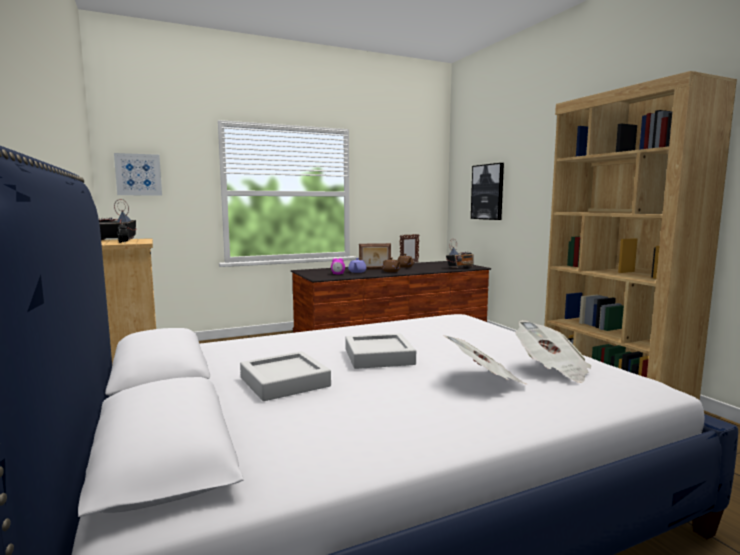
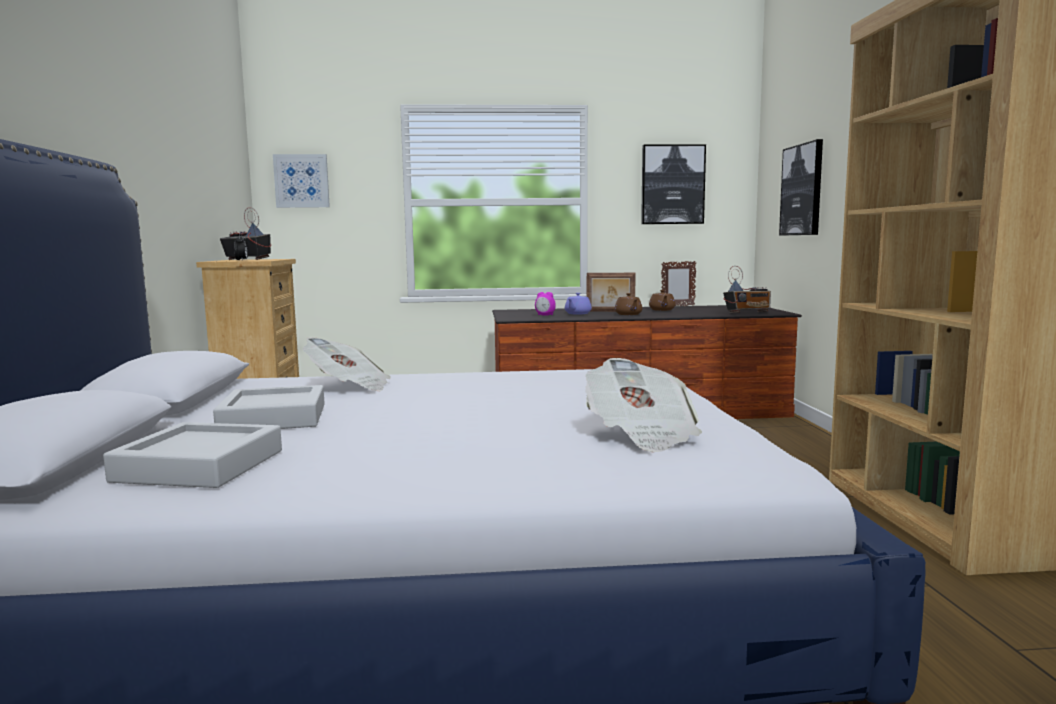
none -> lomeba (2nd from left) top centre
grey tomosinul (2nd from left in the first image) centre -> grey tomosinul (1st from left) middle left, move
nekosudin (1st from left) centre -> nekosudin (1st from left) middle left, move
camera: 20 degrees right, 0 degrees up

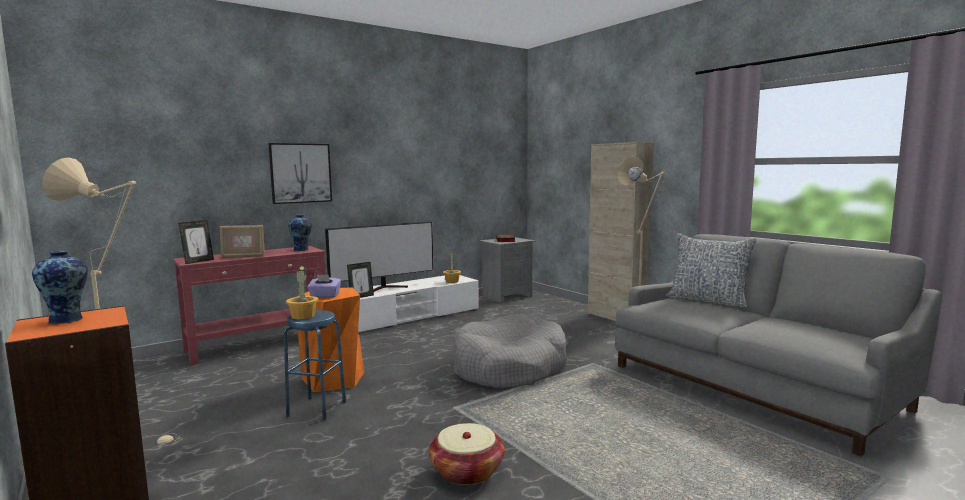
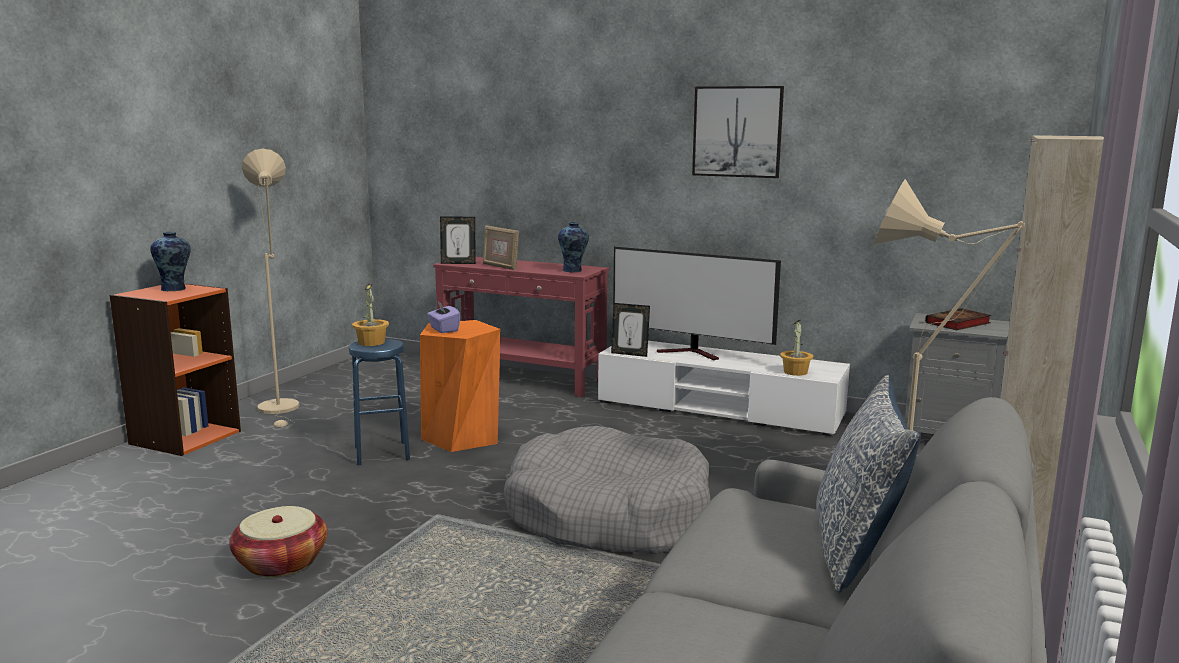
lomeba middle left -> lomeba top centre, move
camera: 60 degrees right, 5 degrees up

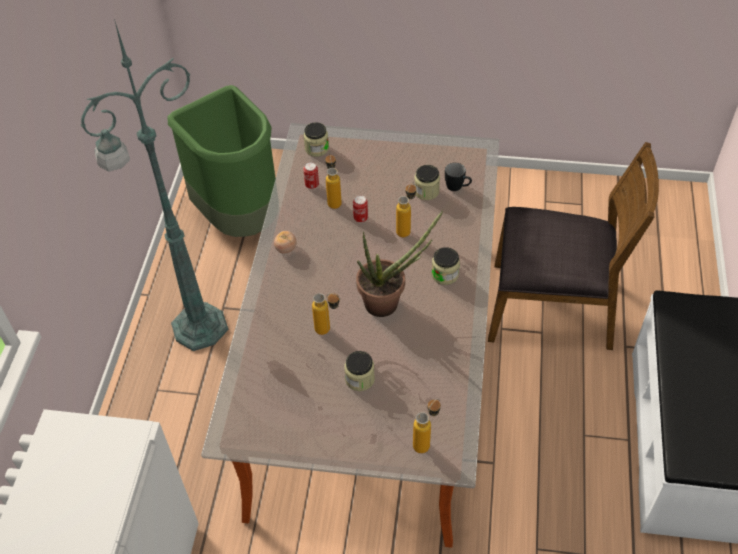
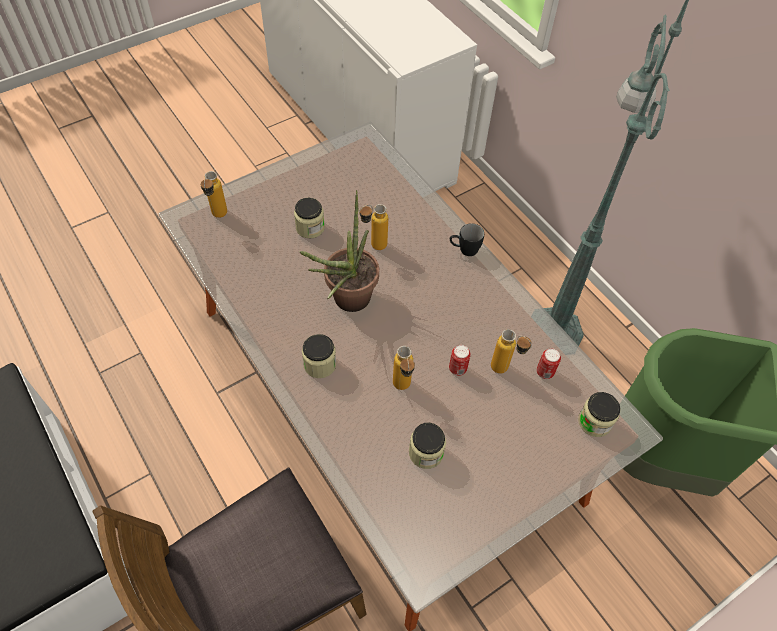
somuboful centre -> none
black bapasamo top centre -> black bapasamo centre, move
camera: 135 degrees right, 5 degrees up

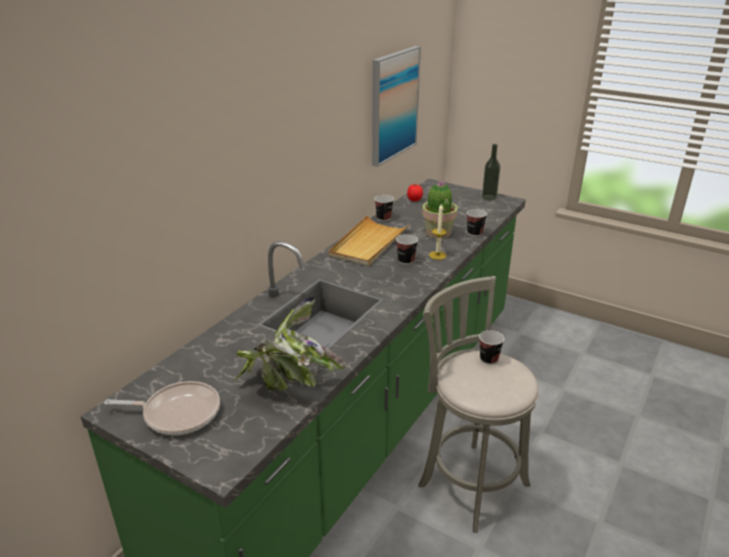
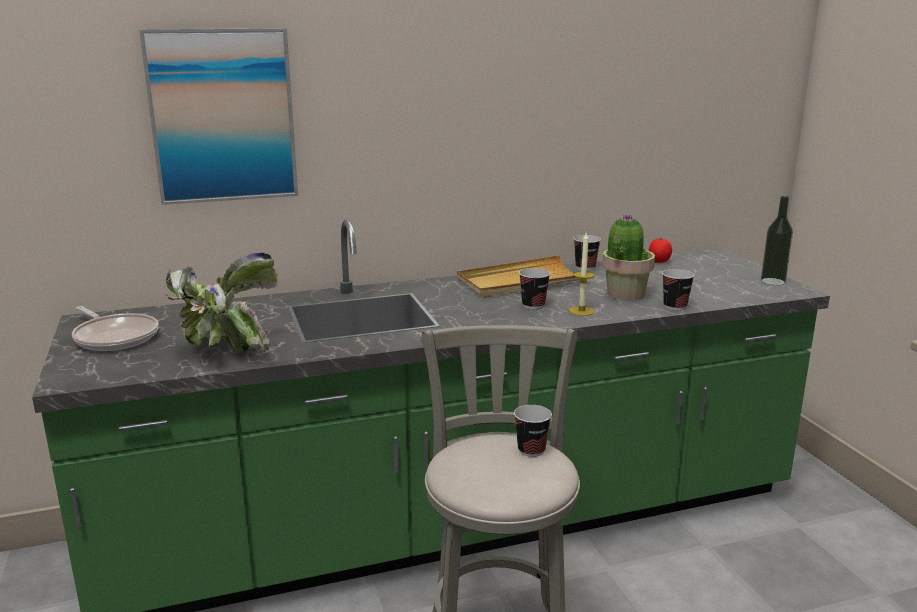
lomeba top centre -> lomeba top left, move
camera: 40 degrees right, 10 degrees down

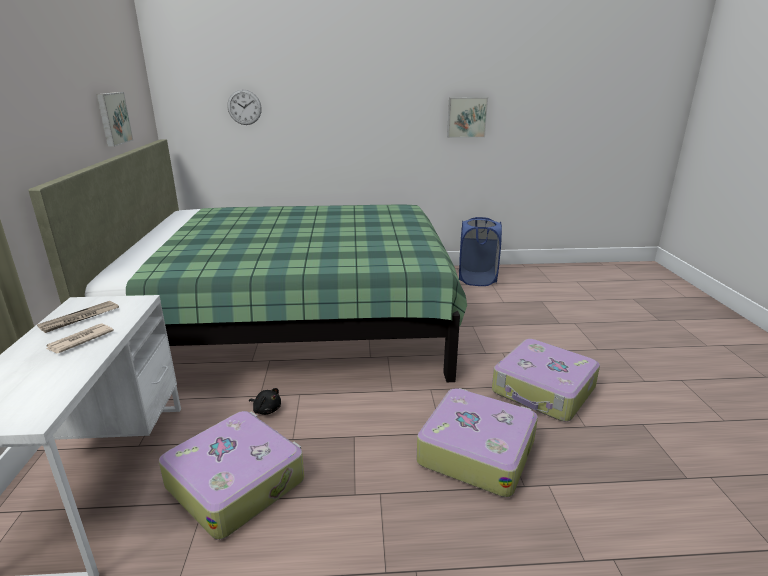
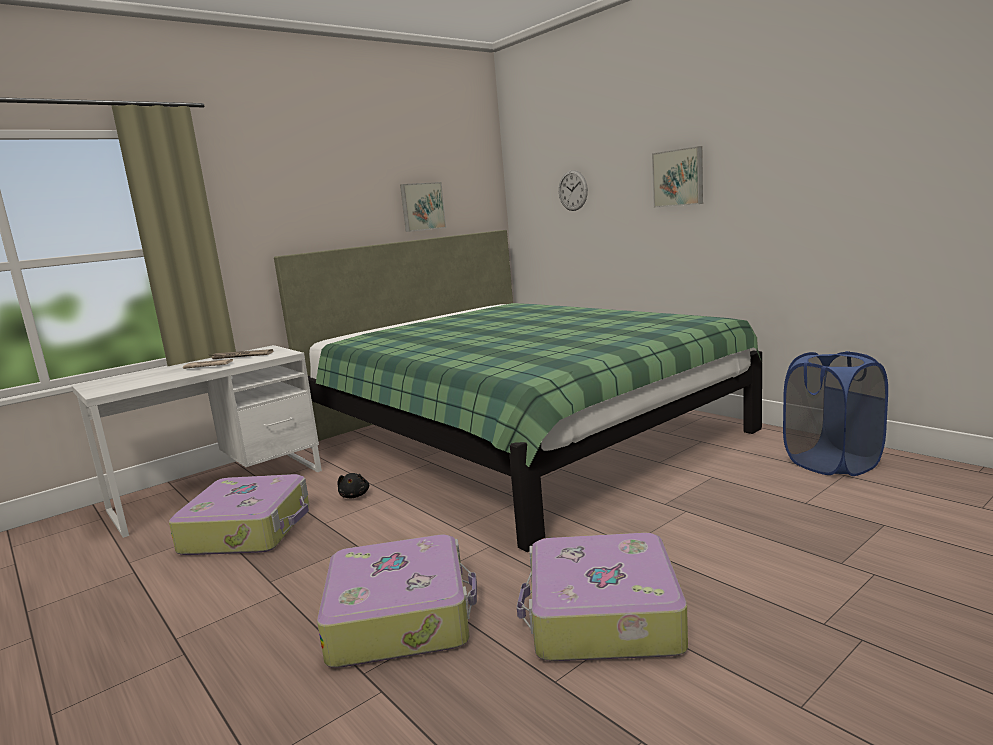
lomeba (2nd from left) top centre -> lomeba (2nd from left) top right, move
camera: 55 degrees right, 10 degrees down

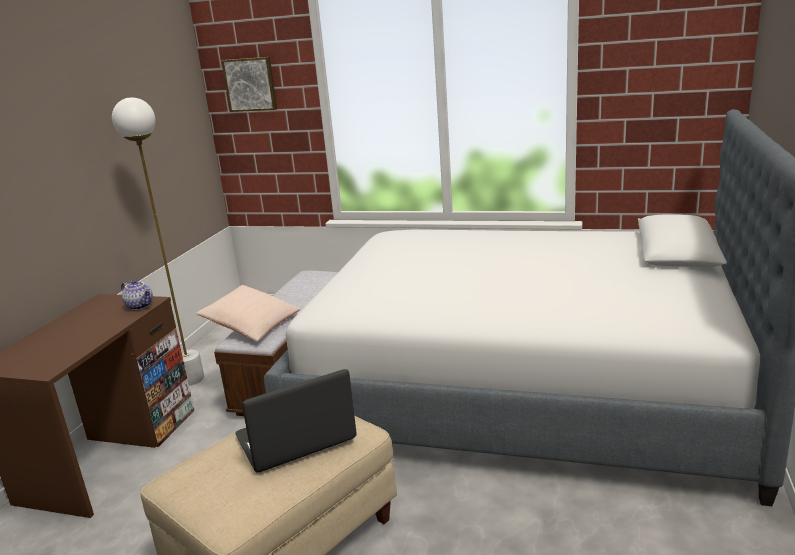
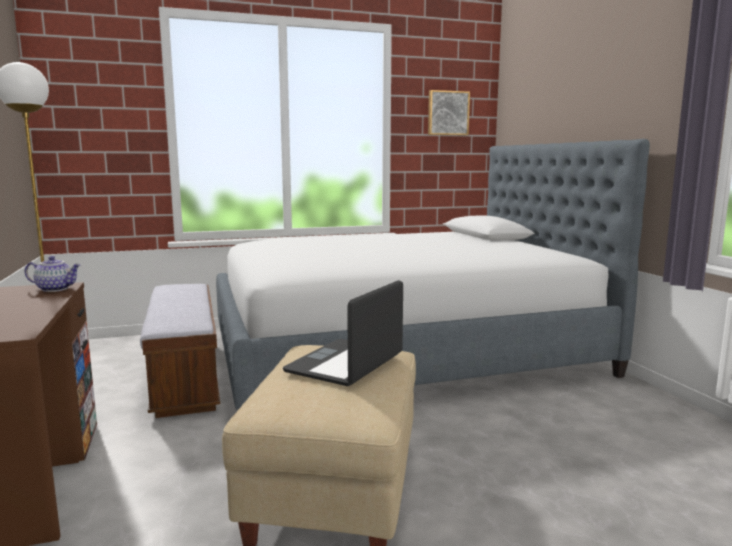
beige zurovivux middle left -> none
lomeba top left -> lomeba top centre, move
camera: 35 degrees left, 10 degrees down

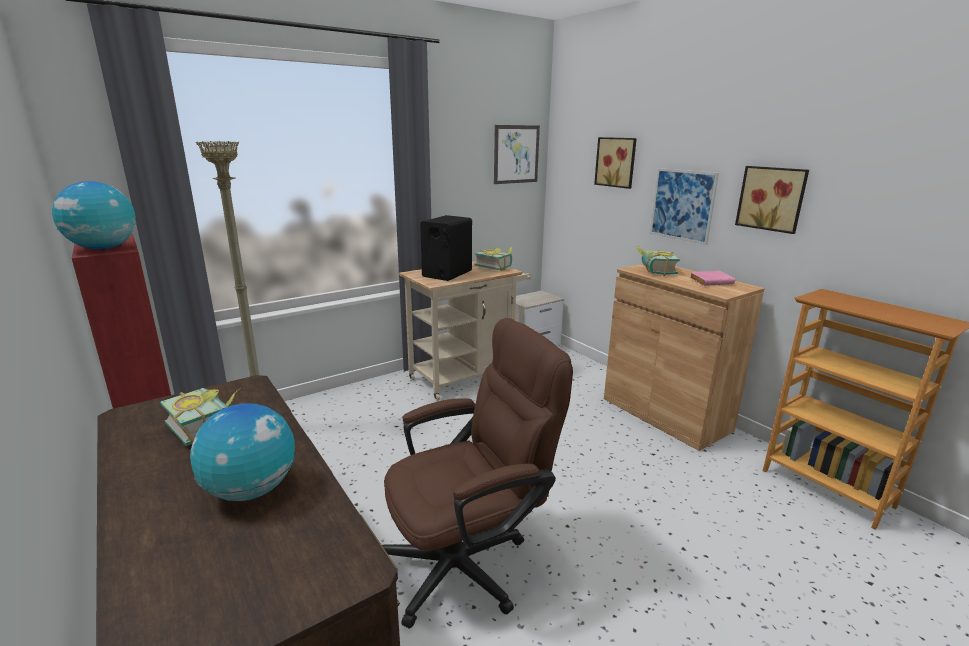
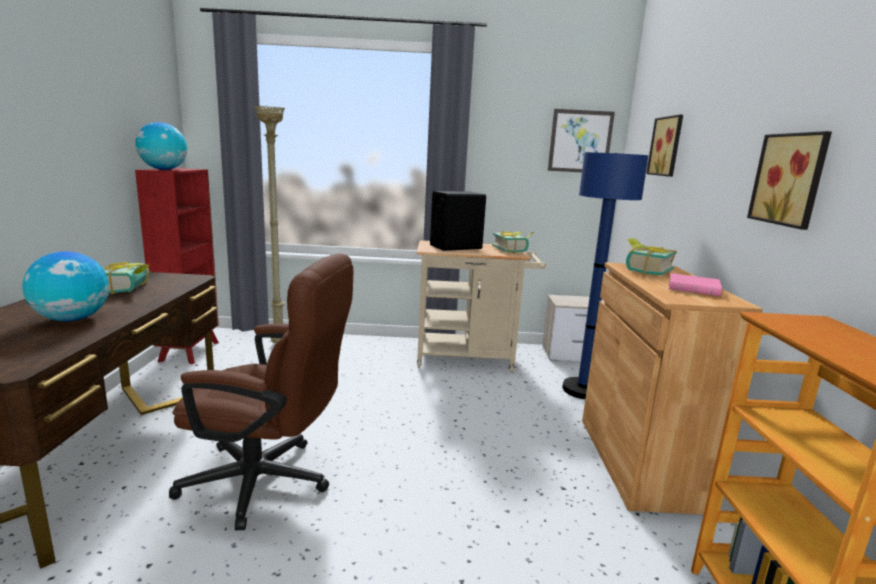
lomeba (3rd from left) top right -> none
none -> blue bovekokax middle right
camera: 35 degrees right, 5 degrees down

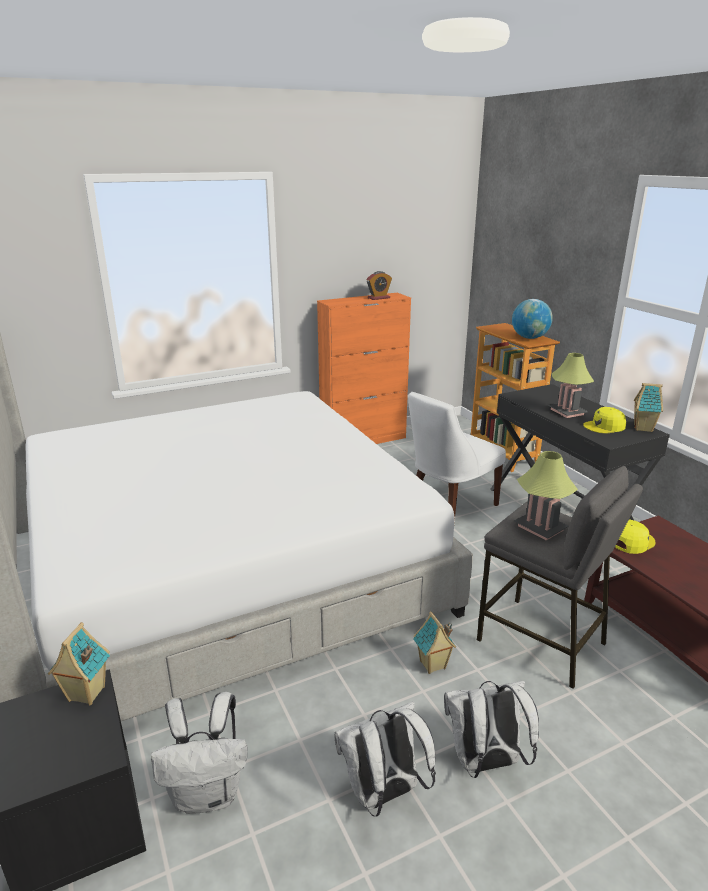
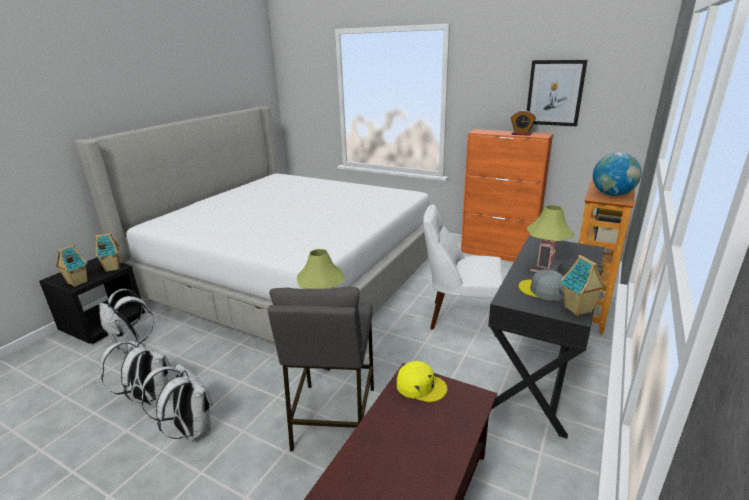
none -> lomeba top right
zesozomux (2nd from left in the first image) bottom centre -> zesozomux (1st from left) middle left, move
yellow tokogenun (1st from left) middle right -> grey tokogenun middle right
camera: 55 degrees right, 0 degrees up

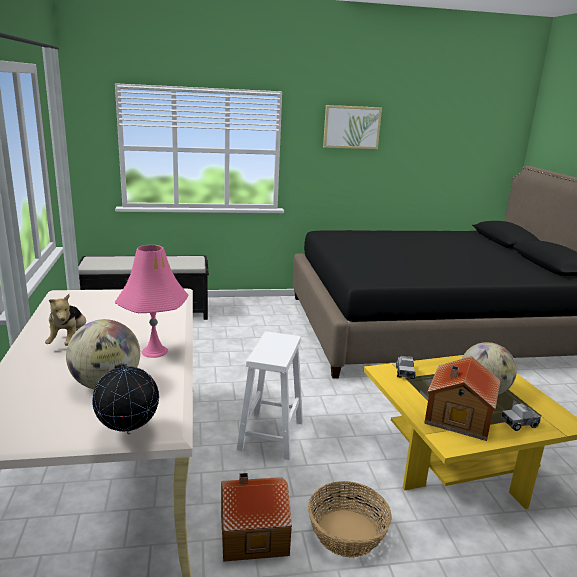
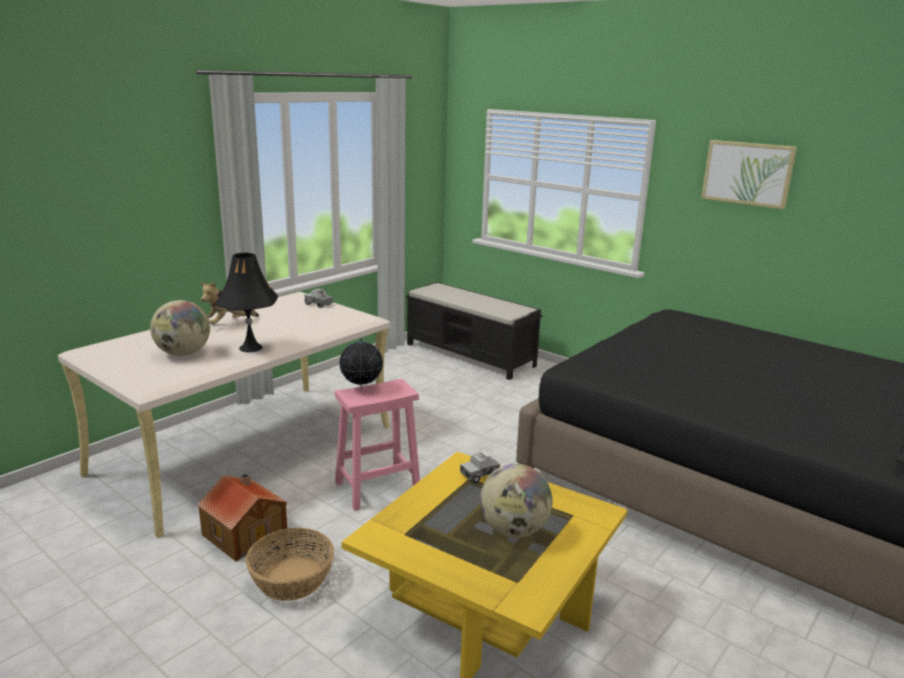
zesozomux (2nd from left) bottom right -> none
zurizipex (2nd from left) bottom left -> zurizipex (2nd from left) centre, move
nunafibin (2nd from left in the first image) bottom right -> nunafibin (1st from left) centre, move
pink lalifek middle left -> black lalifek middle left
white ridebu bottom centre -> pink ridebu centre
camera: 50 degrees right, 0 degrees up

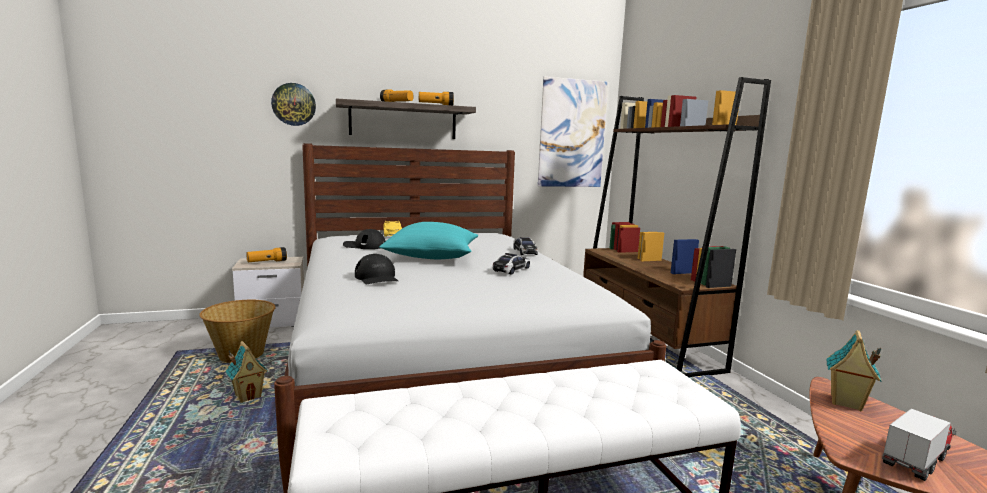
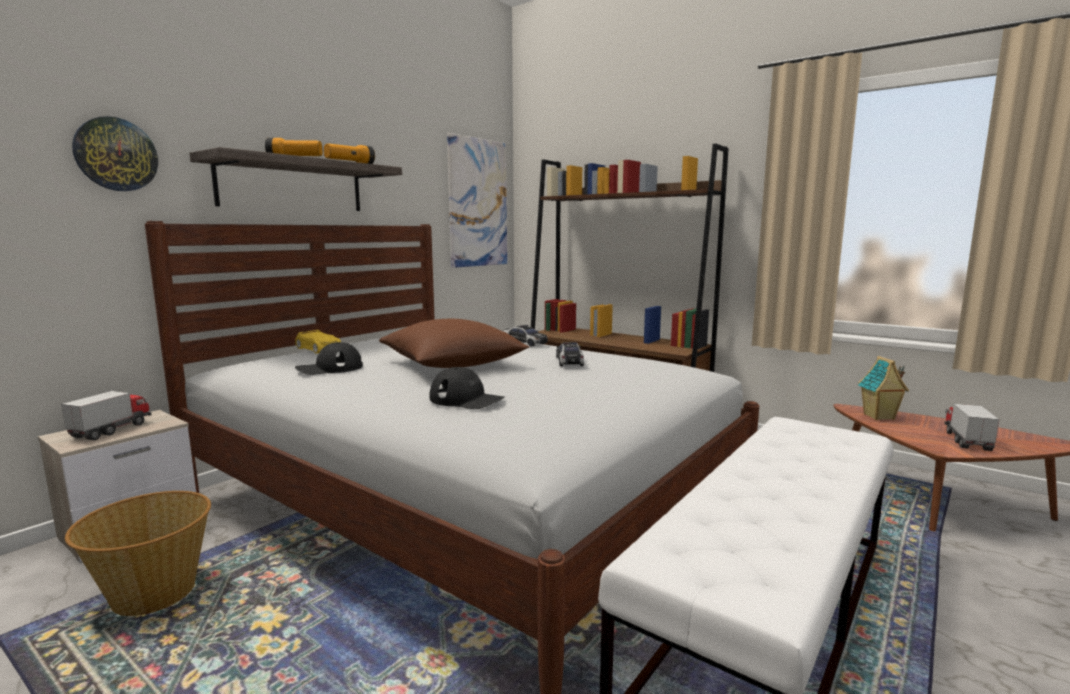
zesozomux (1st from left) bottom left -> none
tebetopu (1st from left) middle left -> nunafibin (1st from left) middle left
turquoise zurovivux centre -> brown zurovivux centre
camera: 35 degrees left, 0 degrees up

